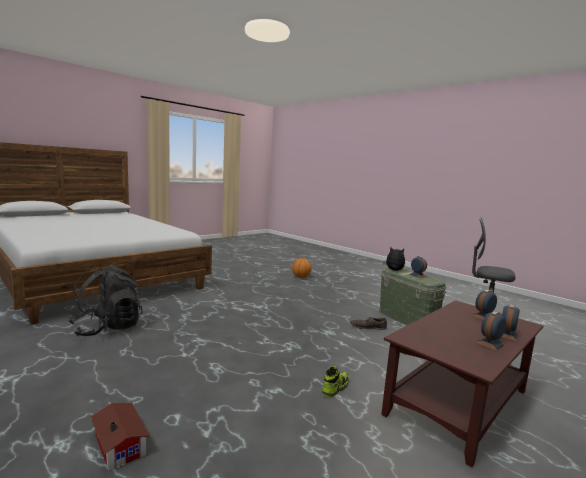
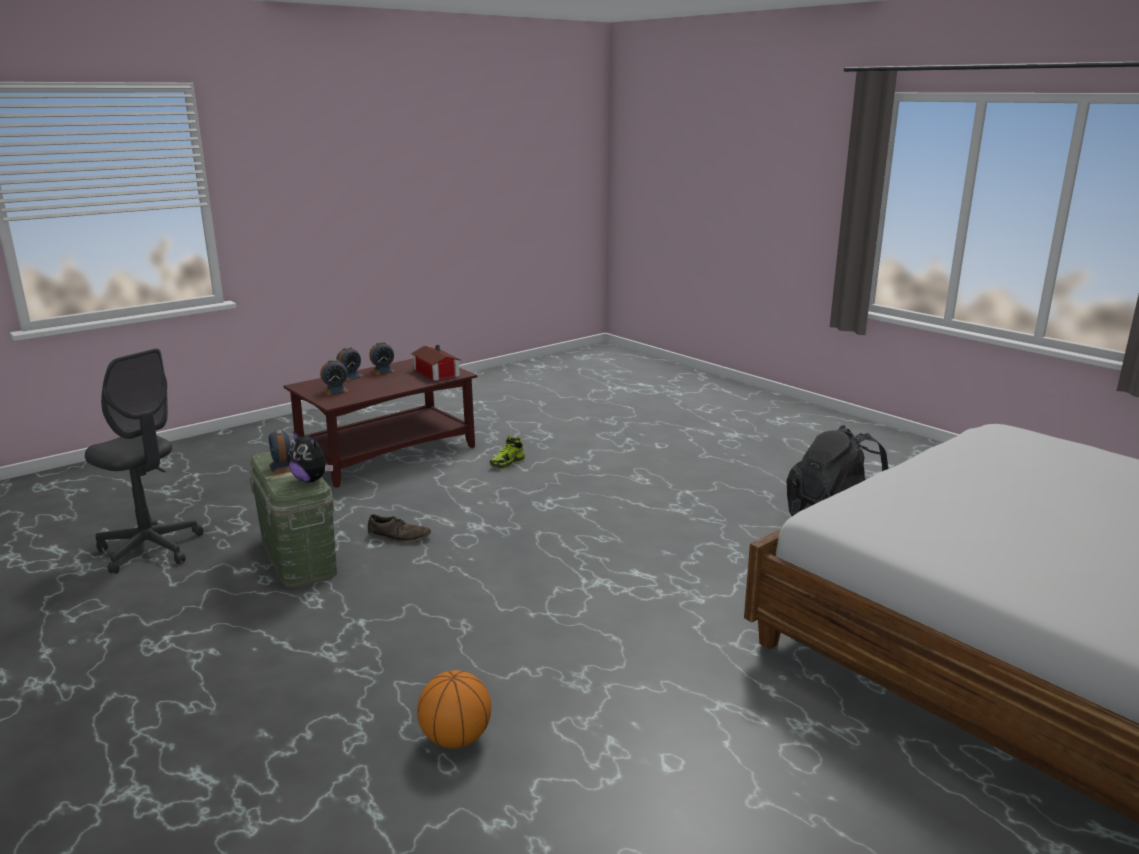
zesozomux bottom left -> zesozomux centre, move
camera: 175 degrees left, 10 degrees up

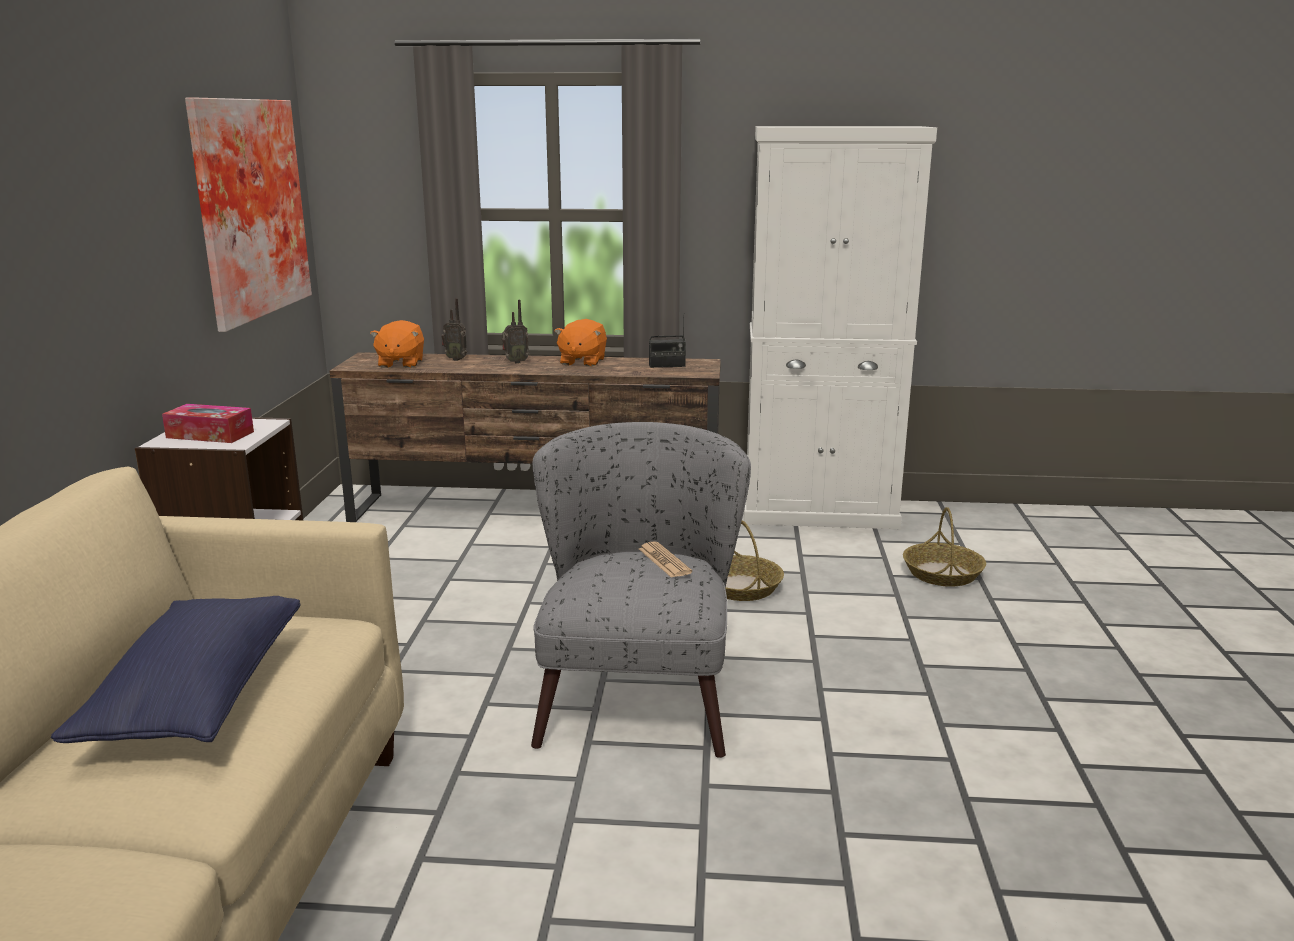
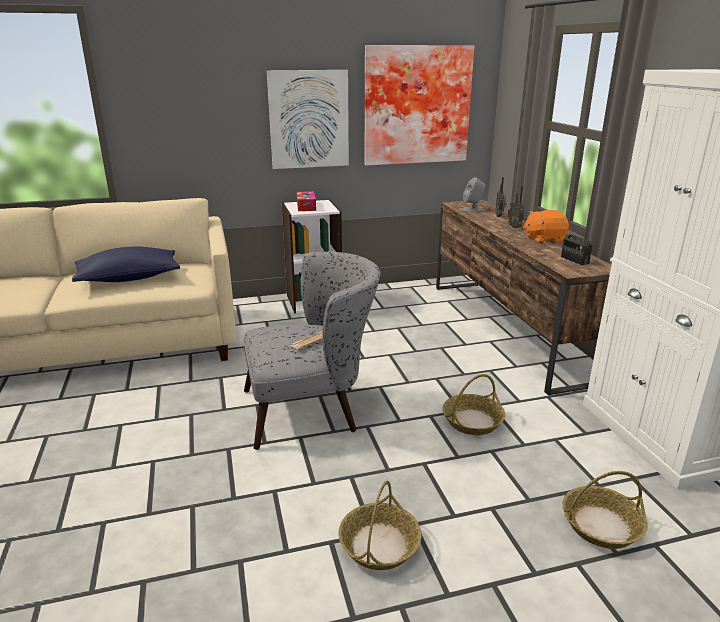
none -> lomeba (1st from left) top centre
none -> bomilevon (1st from left) bottom centre
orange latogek (1st from left) middle left -> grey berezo top centre
camera: 70 degrees right, 5 degrees up

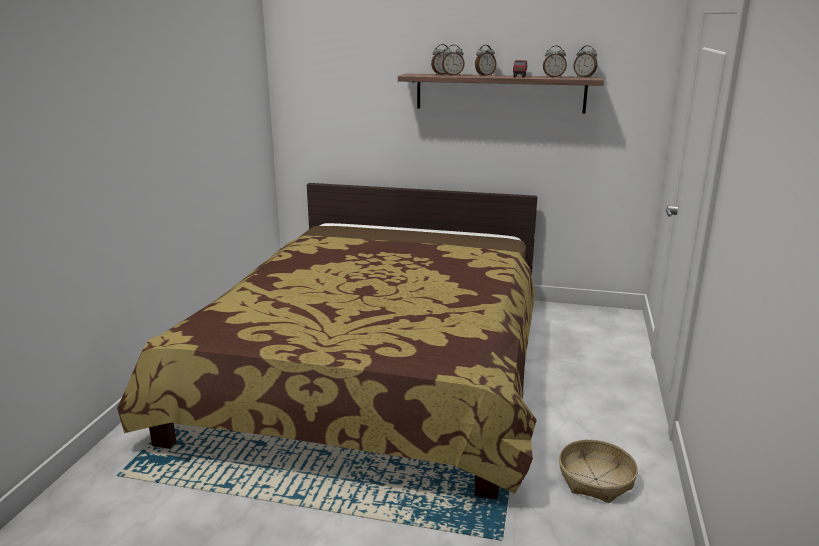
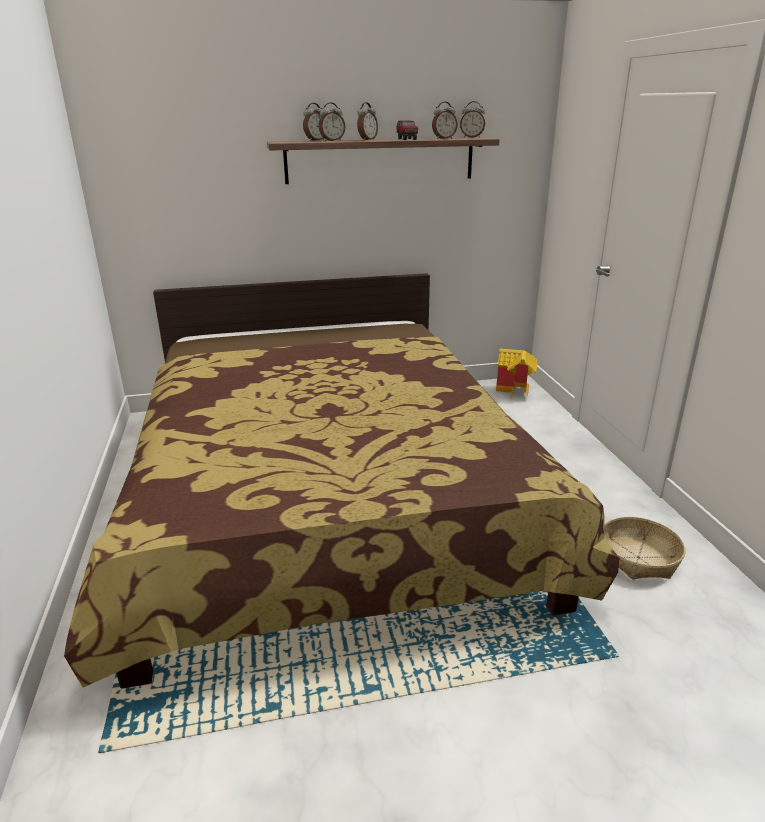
none -> zesozomux middle right
camera: 25 degrees left, 5 degrees up

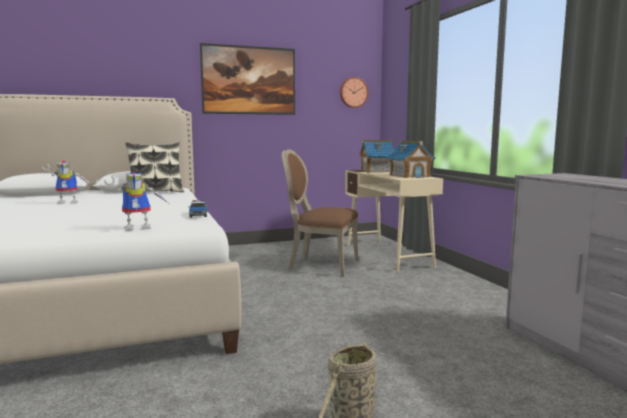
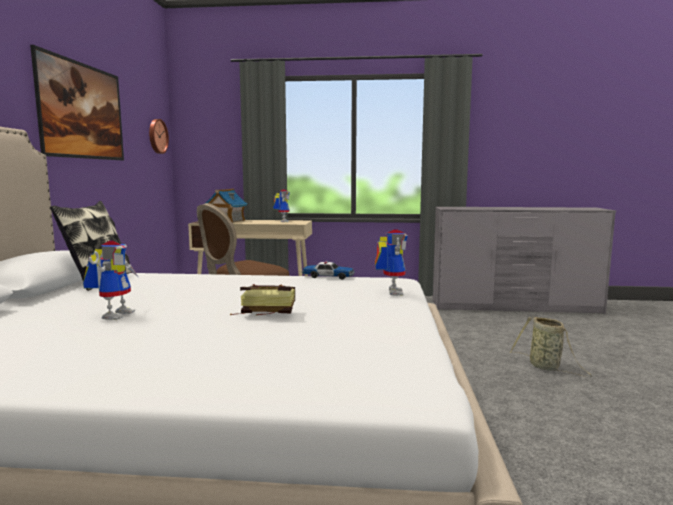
none -> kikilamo centre
zesozomux (2nd from left) centre -> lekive (2nd from left) centre
camera: 65 degrees left, 0 degrees up

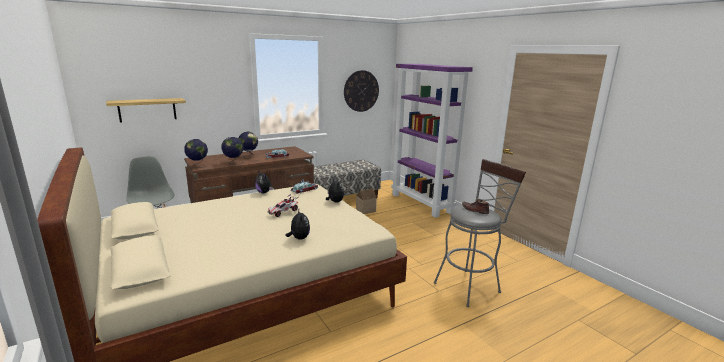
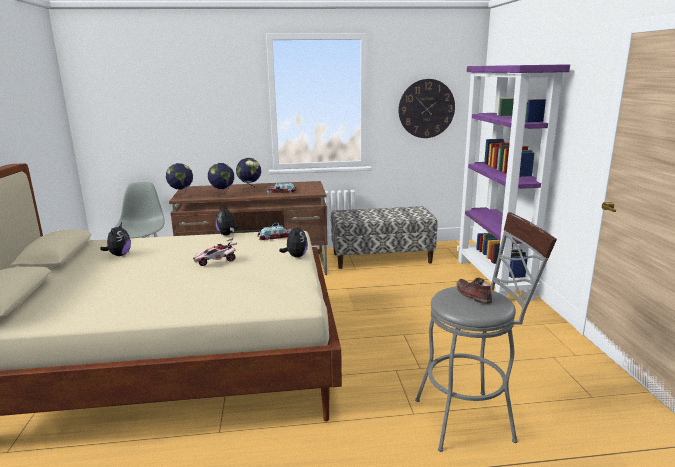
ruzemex top left -> none
zesozomux centre -> none
latogek (2nd from left in the first image) centre -> latogek (1st from left) middle left, move
camera: 25 degrees right, 0 degrees up

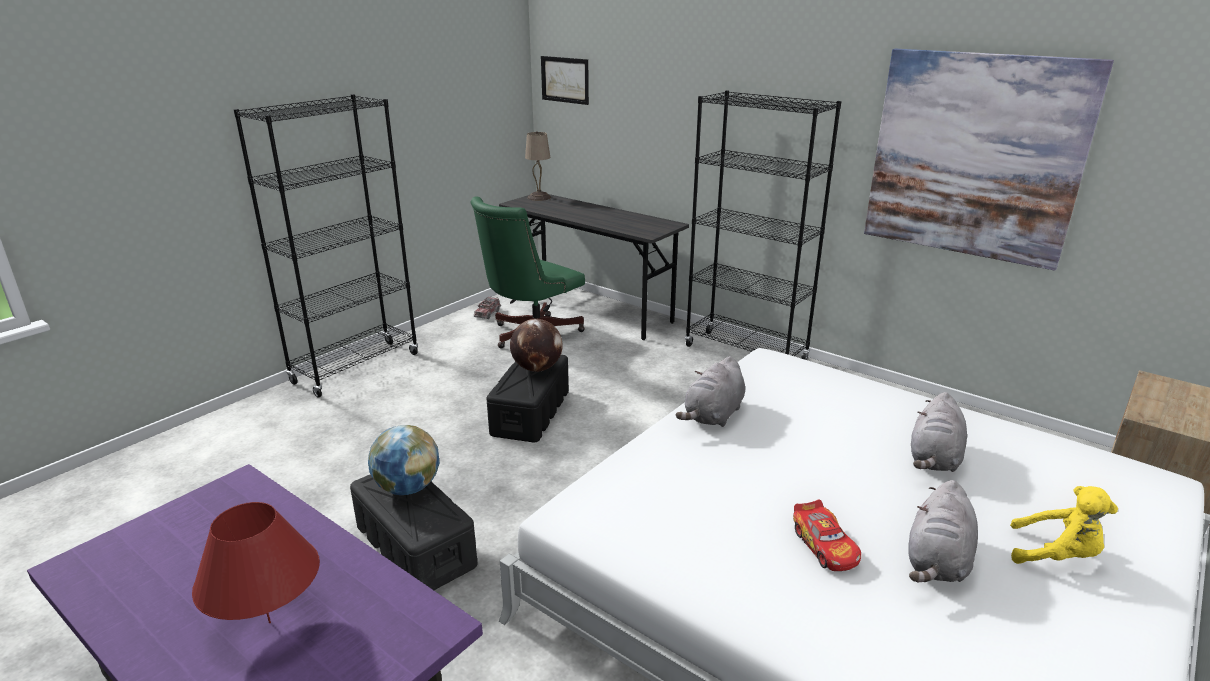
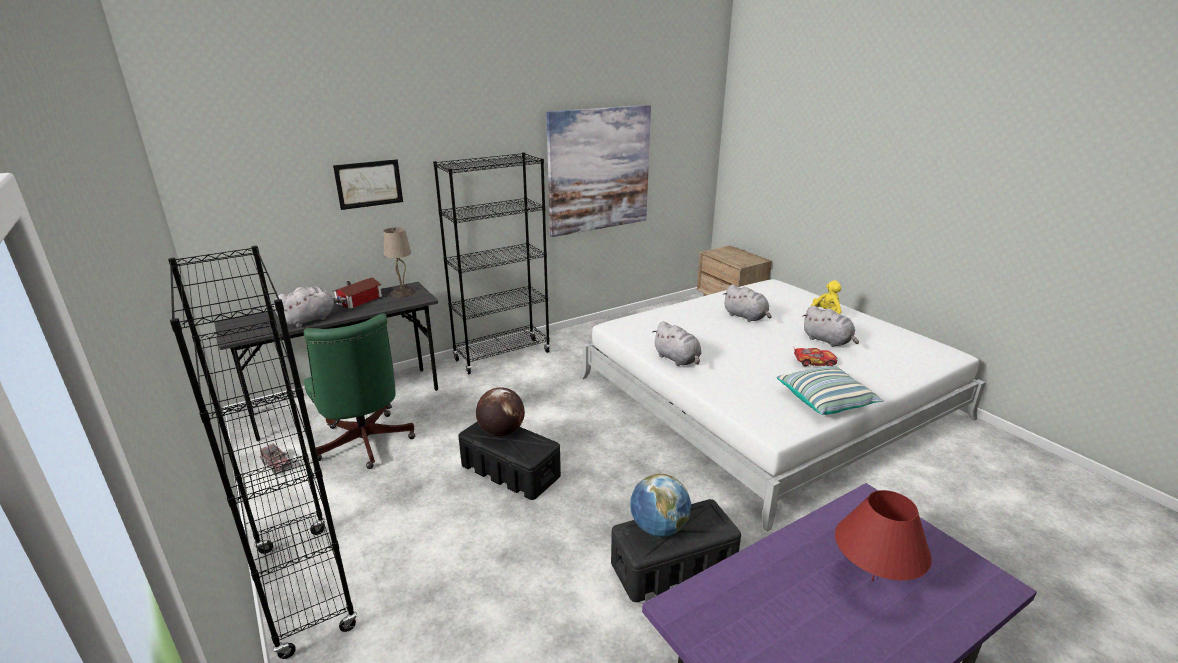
none -> grey latogek (1st from left) middle left
none -> zesozomux middle left
none -> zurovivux middle right
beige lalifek top centre -> beige lalifek centre, move
lomeba (1st from left) top centre -> lomeba (1st from left) top left, move
camera: 70 degrees left, 0 degrees up

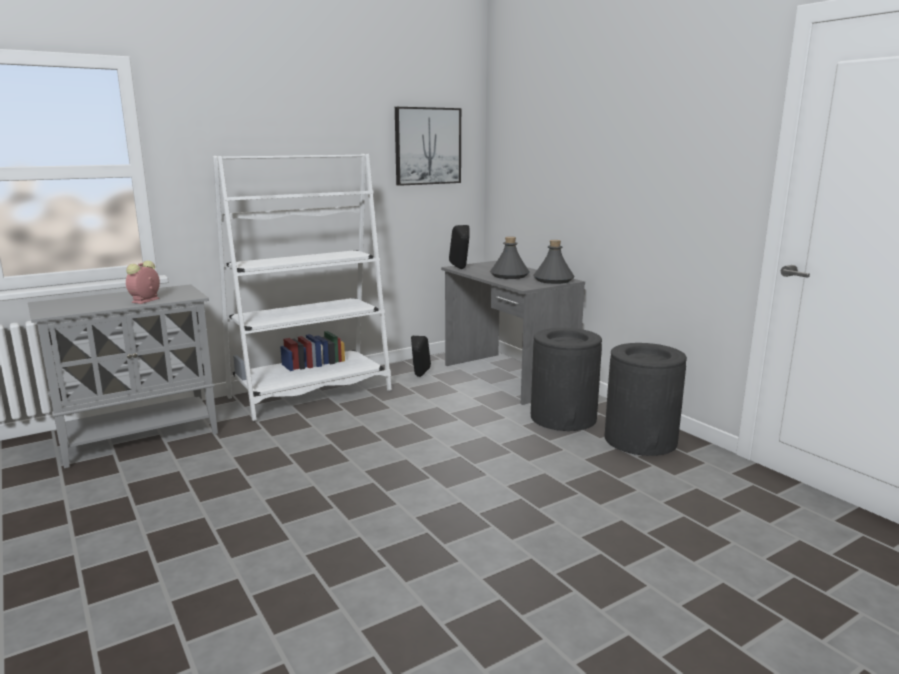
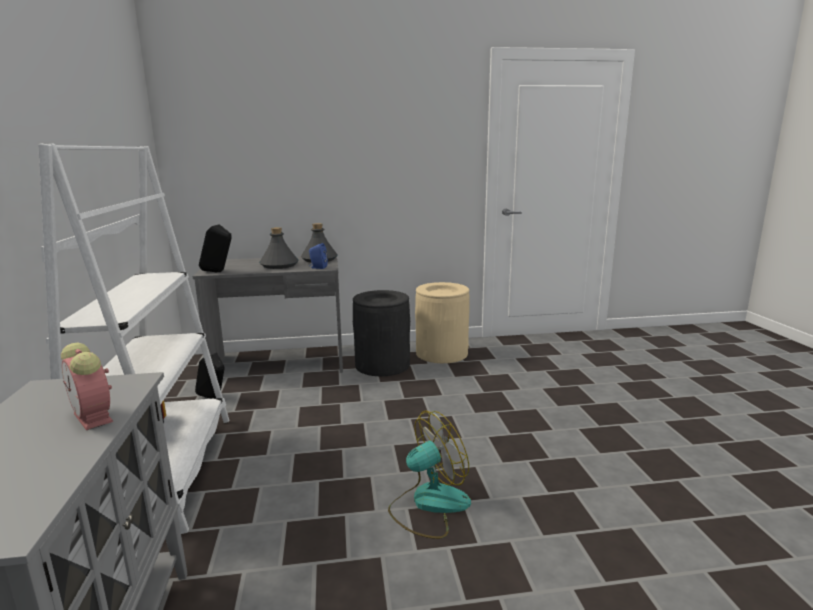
lomeba top centre -> none
none -> blue berezo centre
none -> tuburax bottom centre
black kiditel (2nd from left) middle right -> beige kiditel centre
camera: 65 degrees left, 0 degrees up

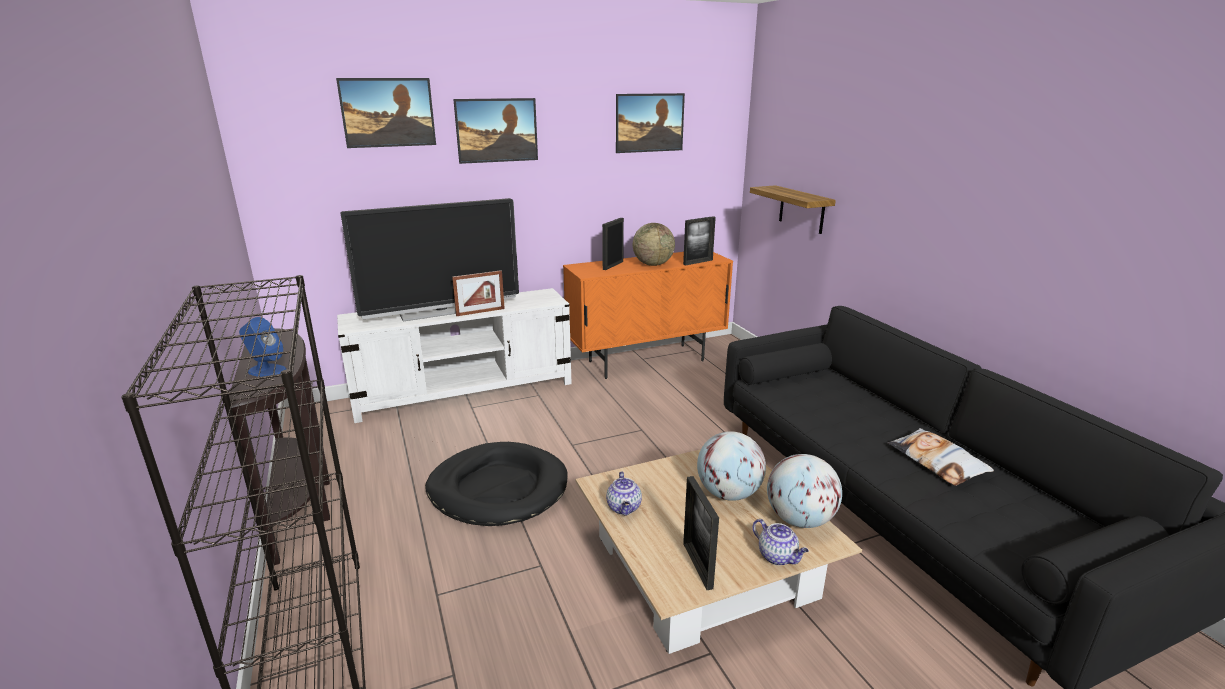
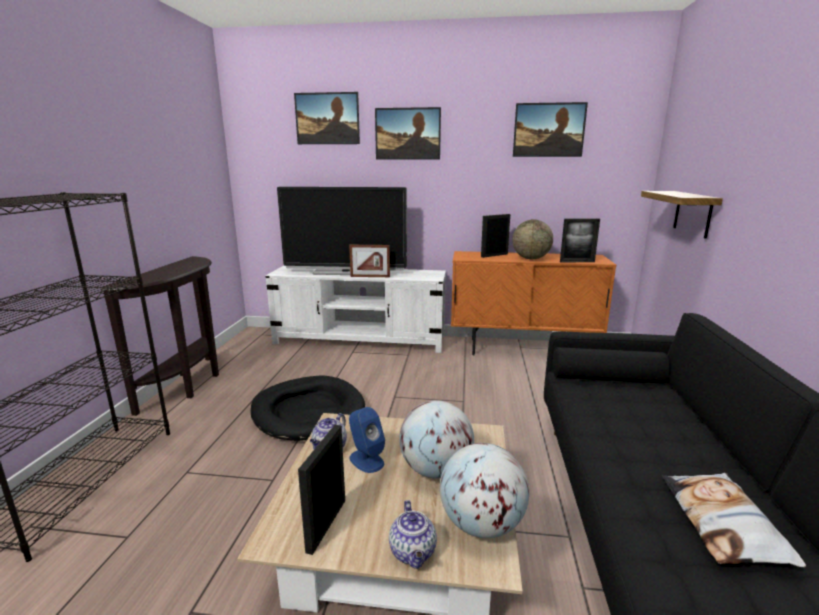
blue berezo middle left -> blue berezo bottom centre, move
camera: 30 degrees right, 5 degrees down

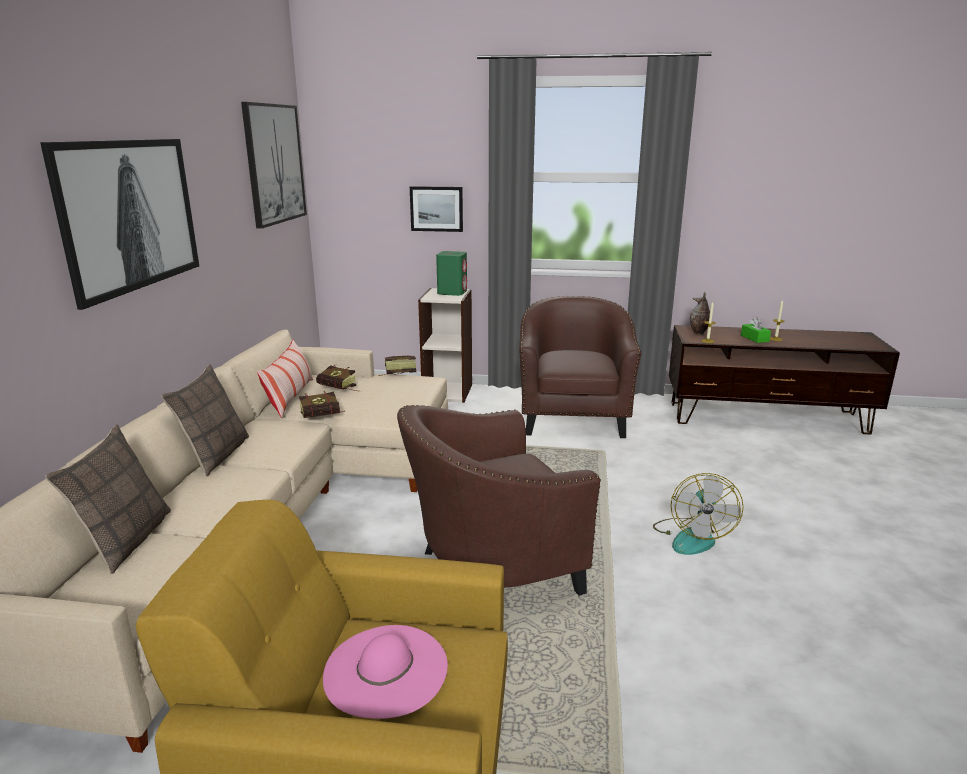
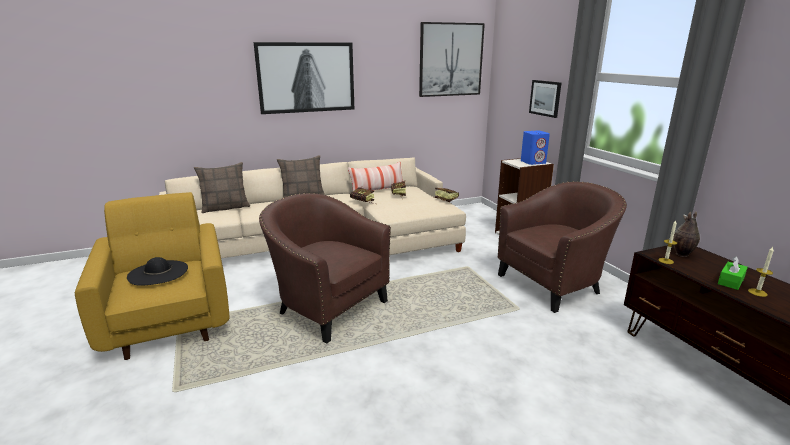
tuburax middle right -> none
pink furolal bottom centre -> black furolal middle left
green berezo centre -> blue berezo top right
camera: 60 degrees right, 0 degrees up

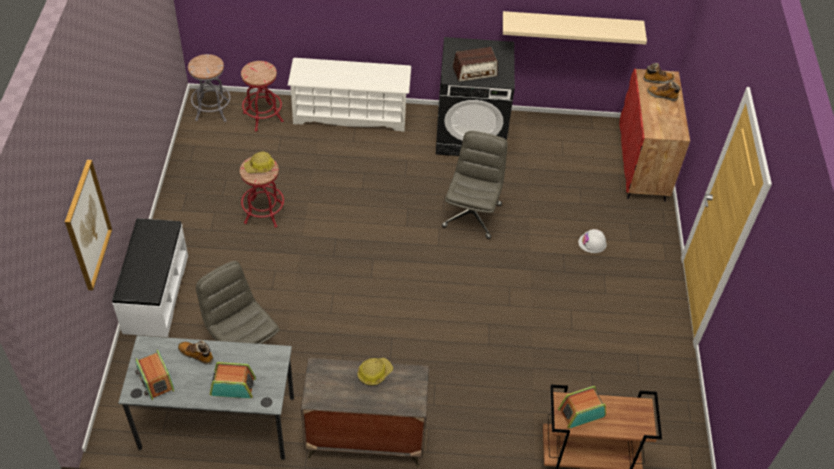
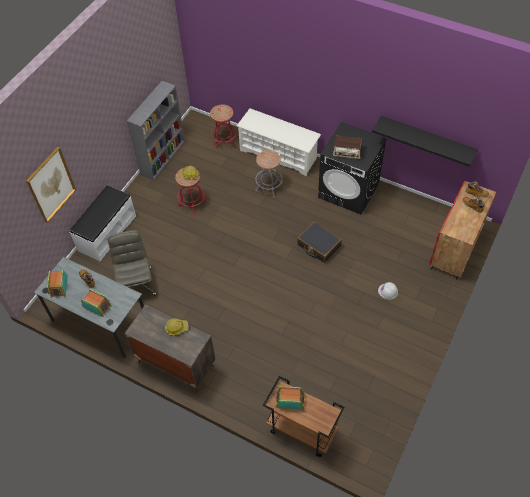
none -> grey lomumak top left
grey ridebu top left -> grey ridebu centre, move
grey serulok (2nd from left) centre -> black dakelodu centre
beige ruzemex top right -> black ruzemex top right
camera: 30 degrees right, 5 degrees up

